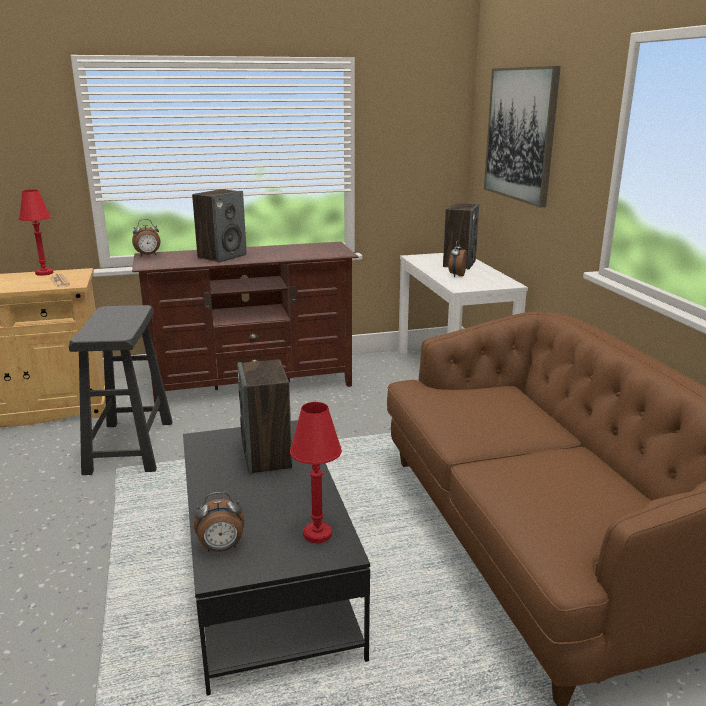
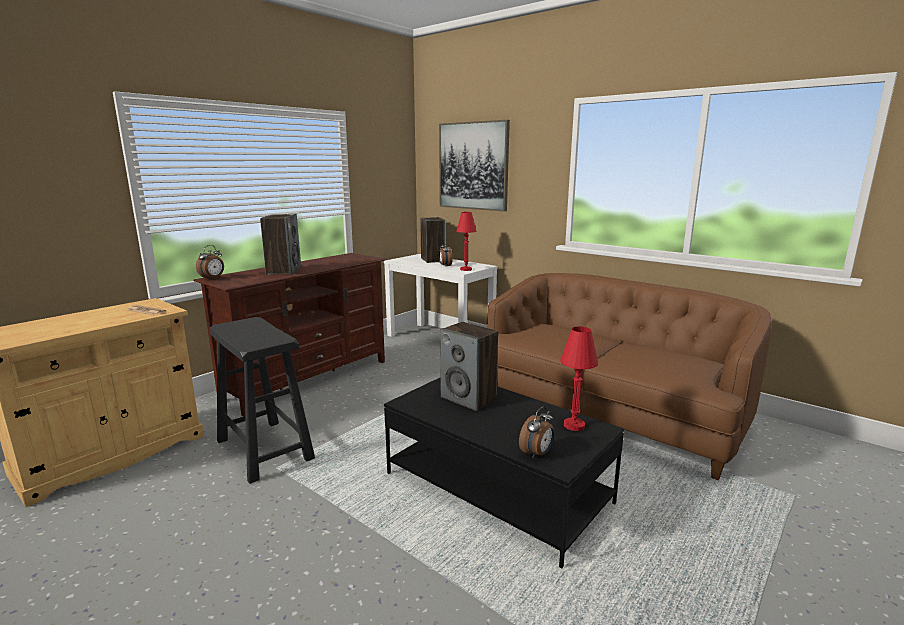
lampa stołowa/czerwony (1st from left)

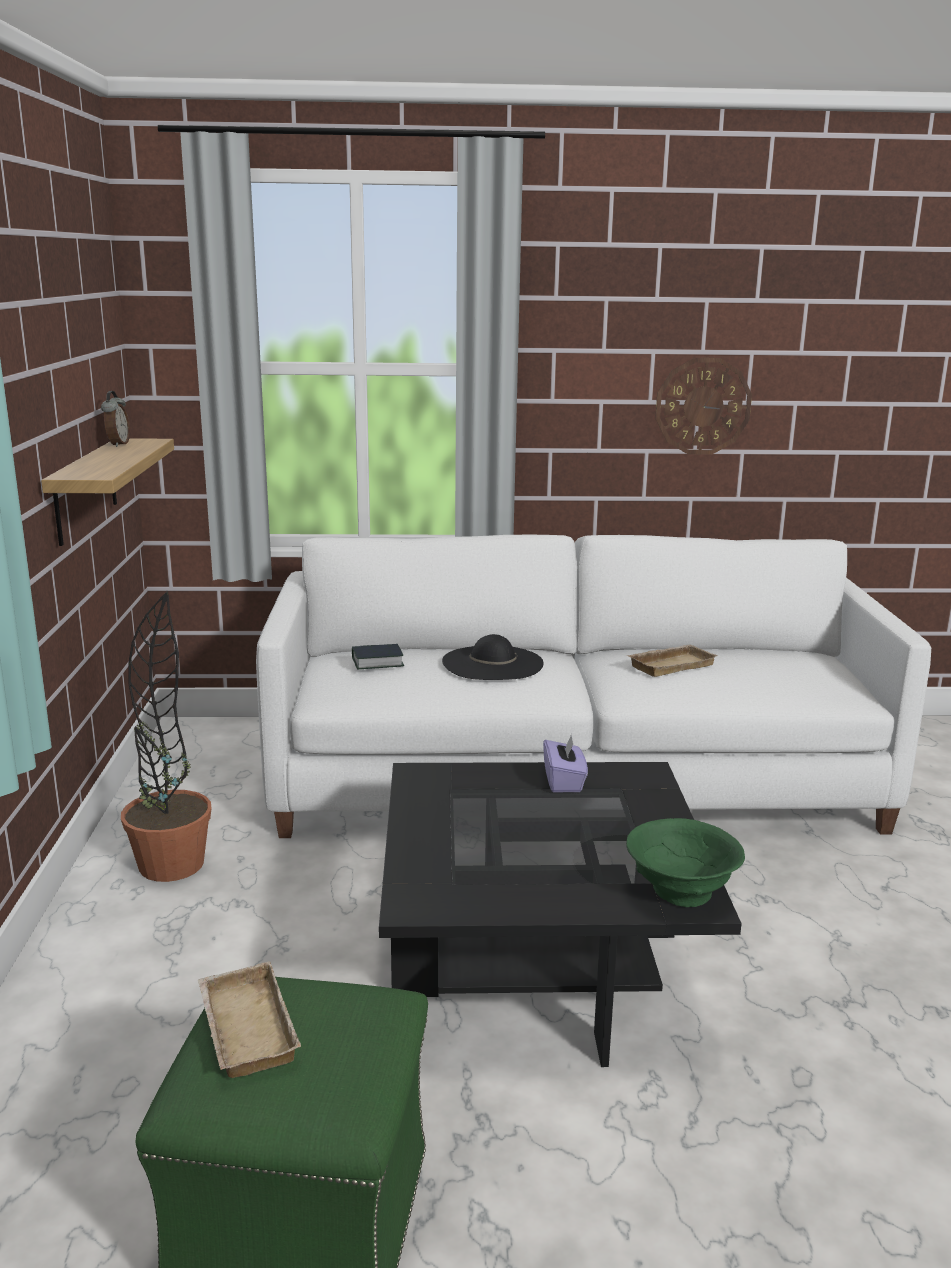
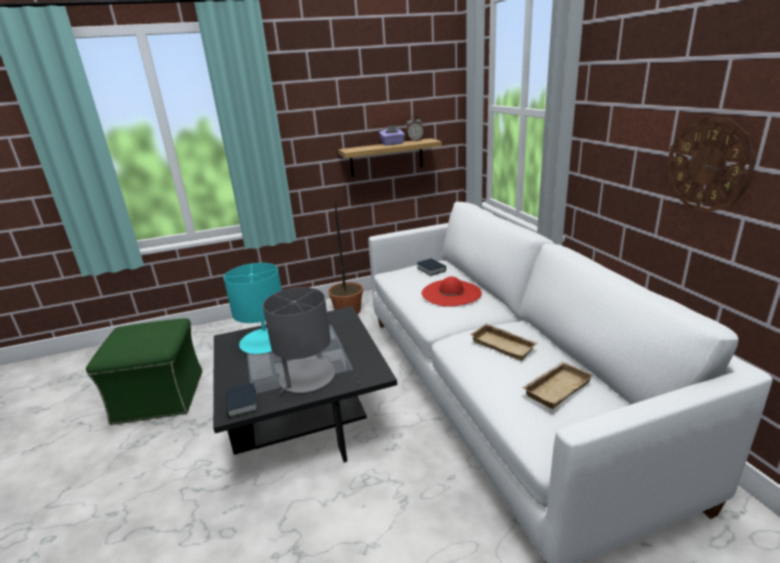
lampa stołowa/turkusowy; książka (1st from left); lampa stołowa/szary; pudełko chusteczek/fioletowy; kapelusz/czerwony; taca/beżowy (2nd from left)

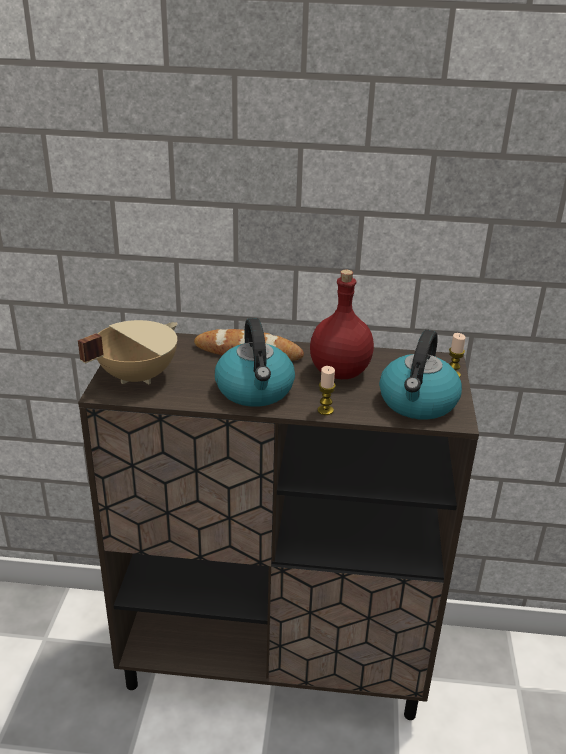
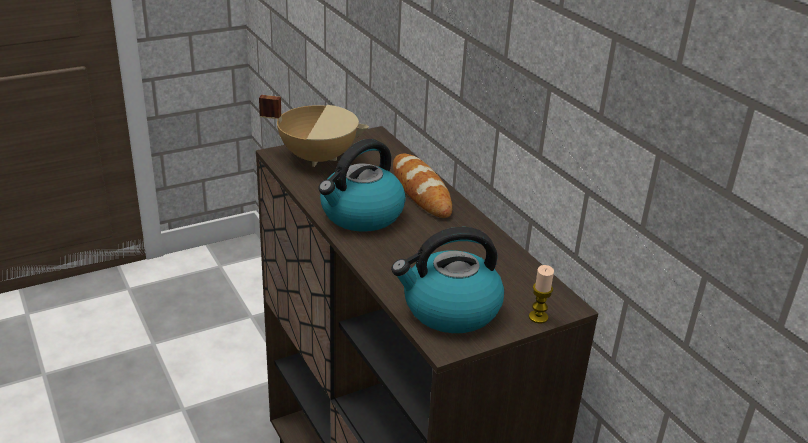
butelka/czerwony; świeca (1st from left in the first image)

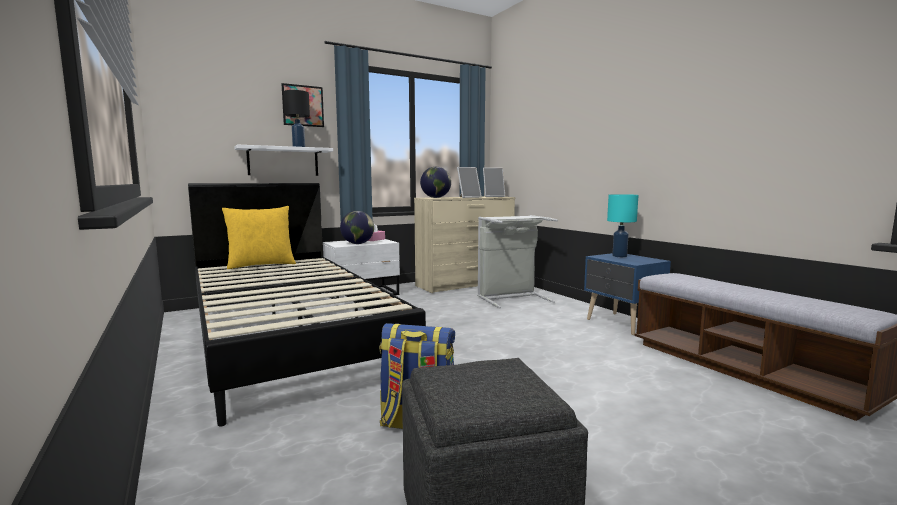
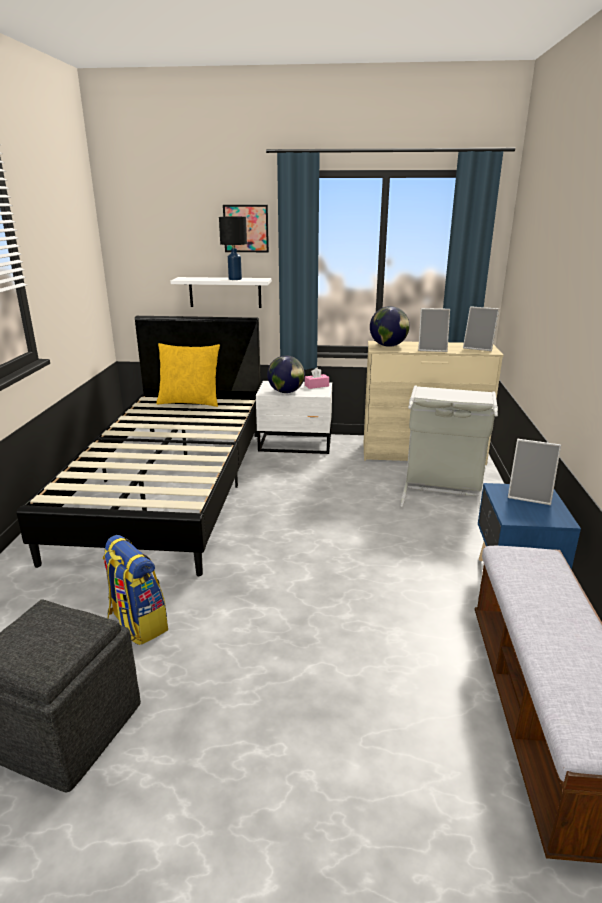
ramka na zdjęcie (3rd from left)

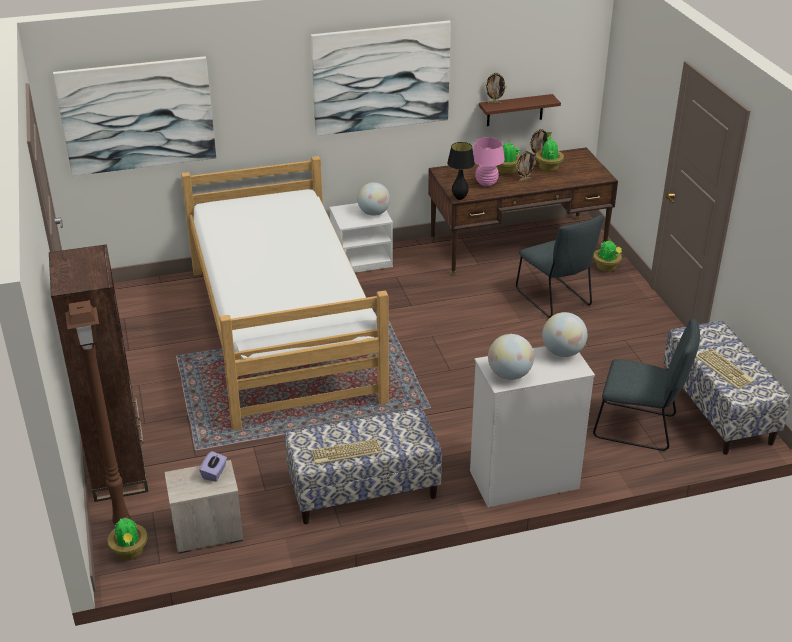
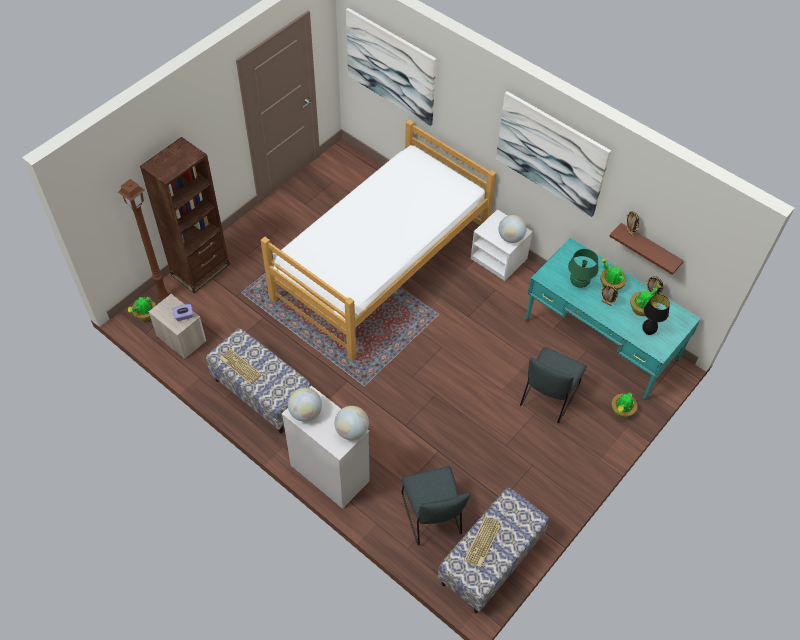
biurko/turkusowy; lampa stołowa/zielony; lampa stołowa/czarny

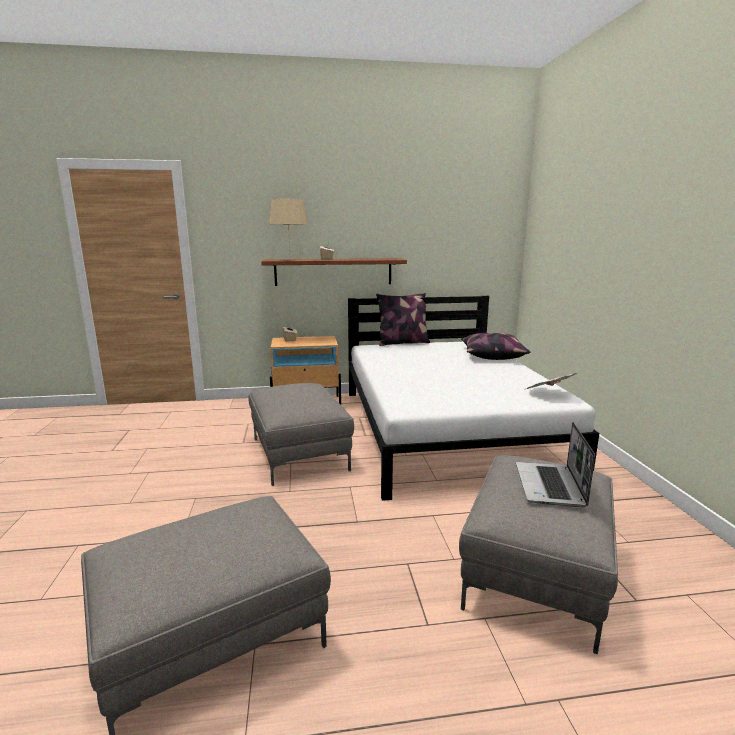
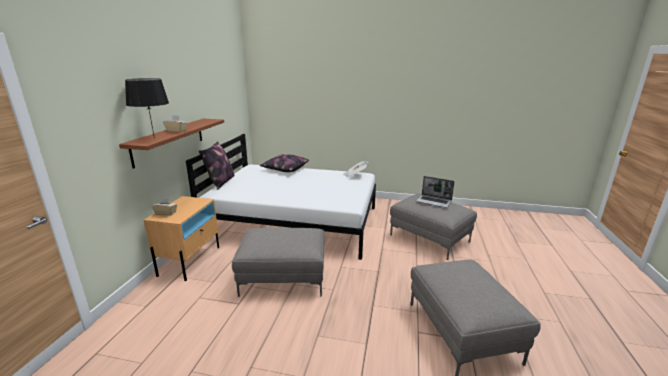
lampa stołowa/czarny

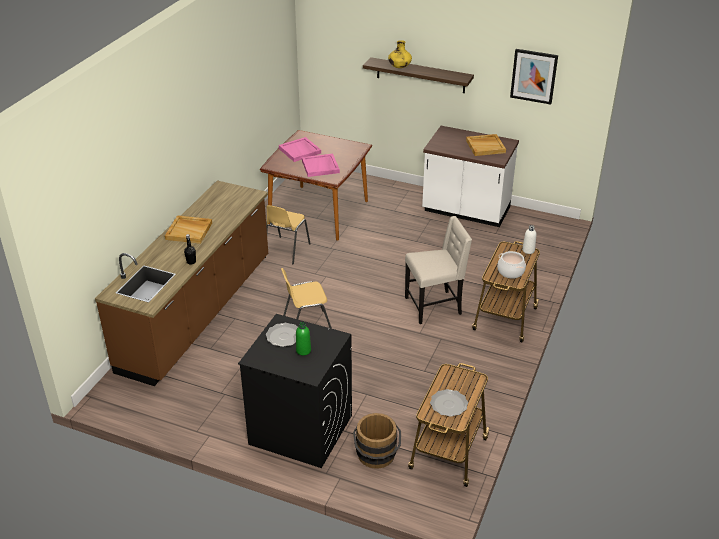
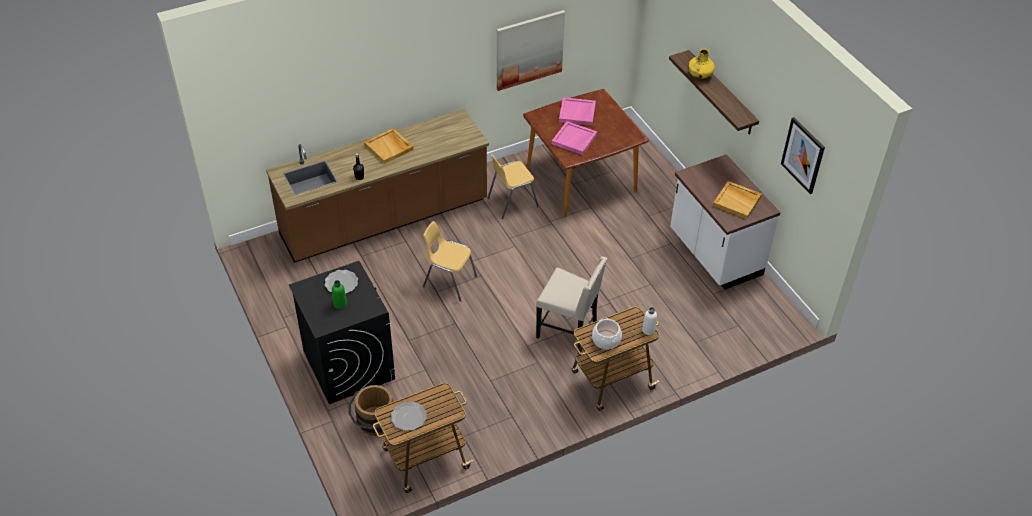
obraz (1st from left)

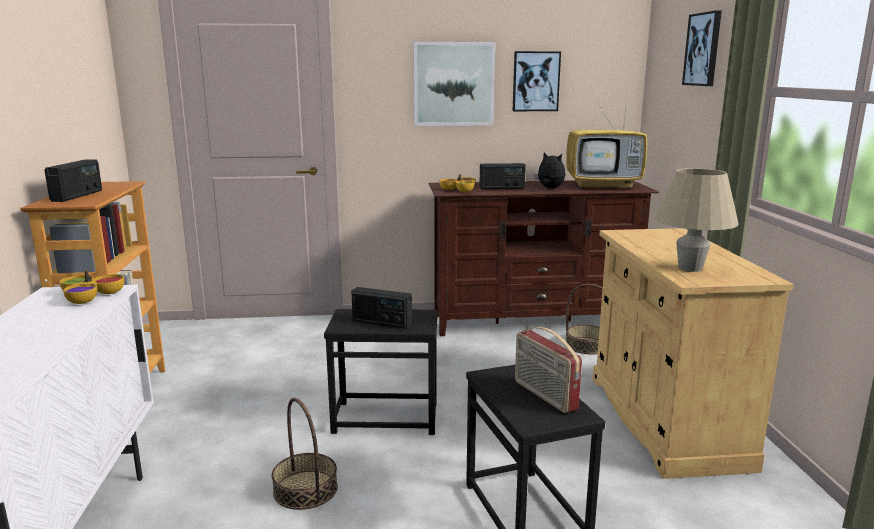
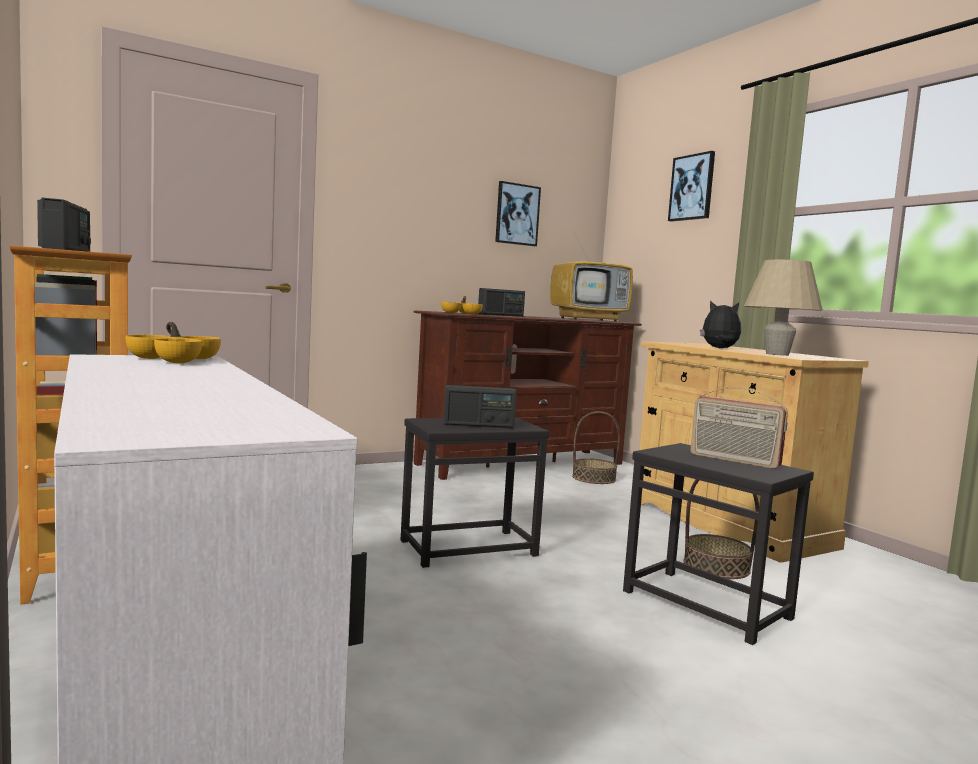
koszyk (2nd from left); pluszak; obraz (1st from left in the first image)

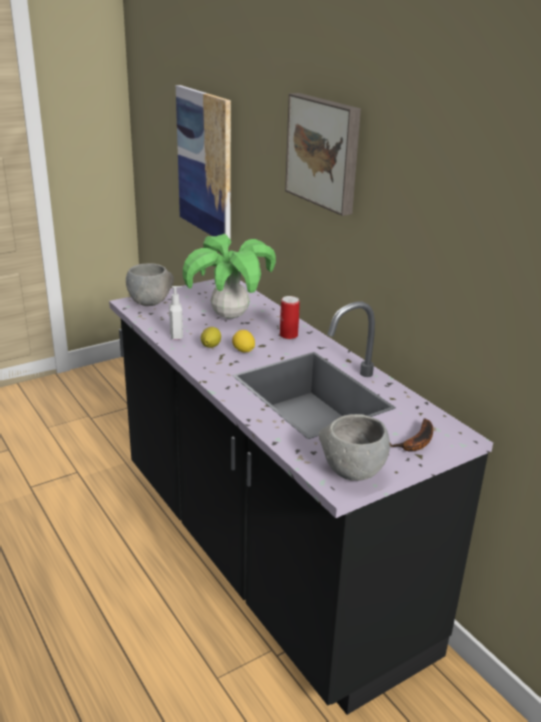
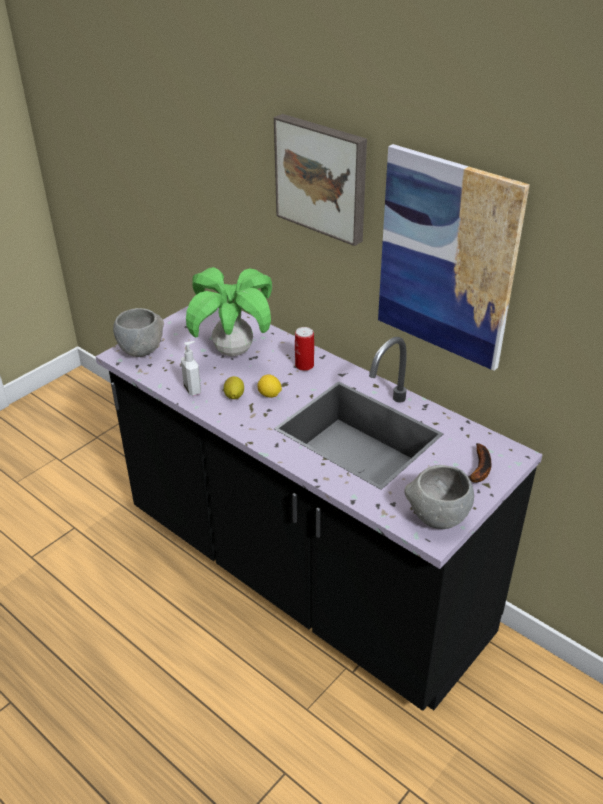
obraz (2nd from left)

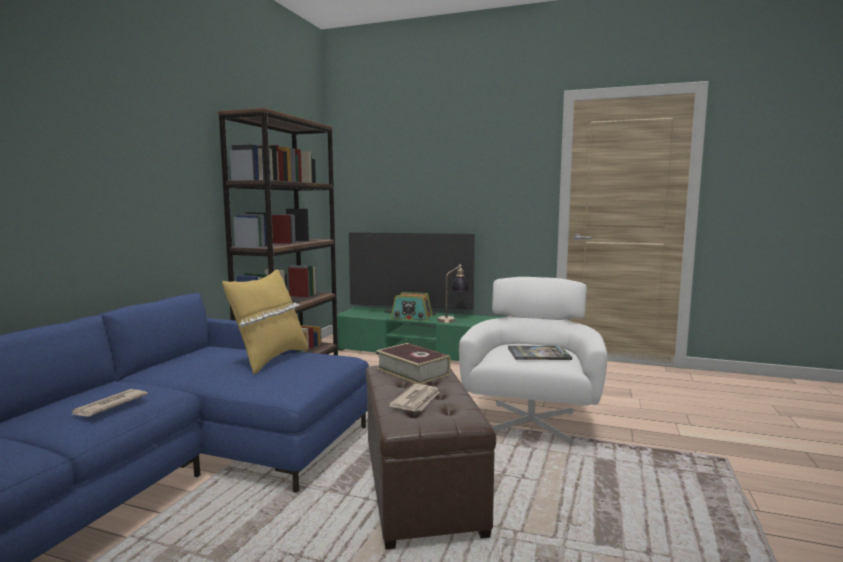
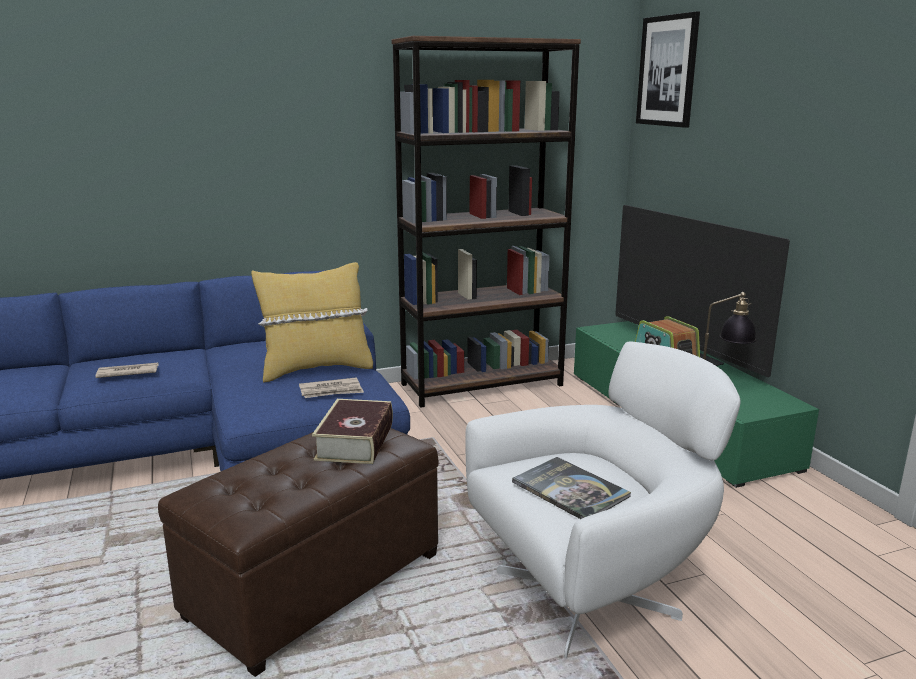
gazeta (2nd from left); obraz

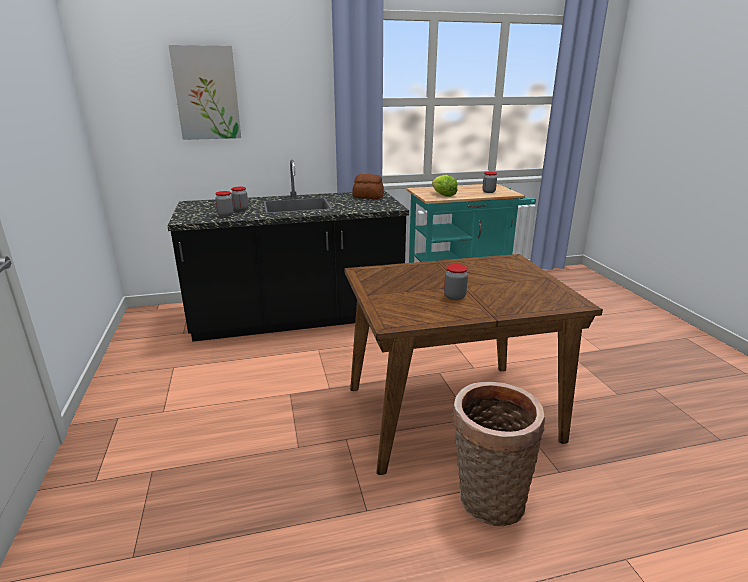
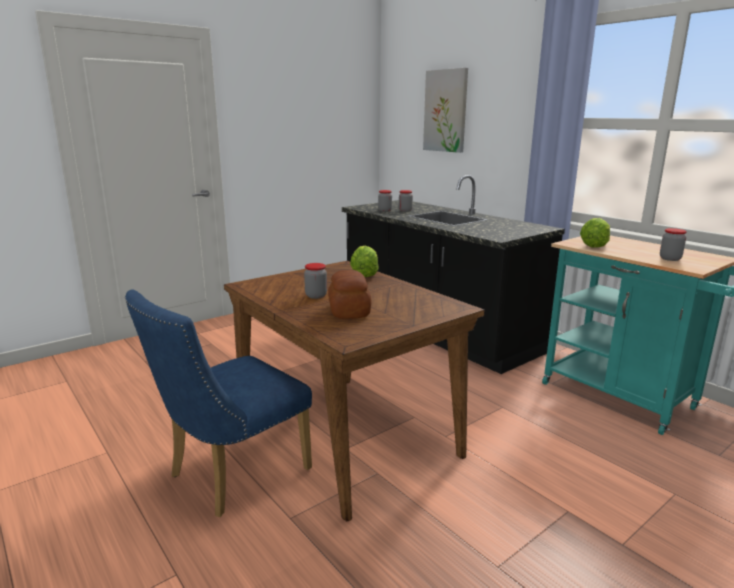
krzesło/niebieski; chleb; sałata (1st from left)

